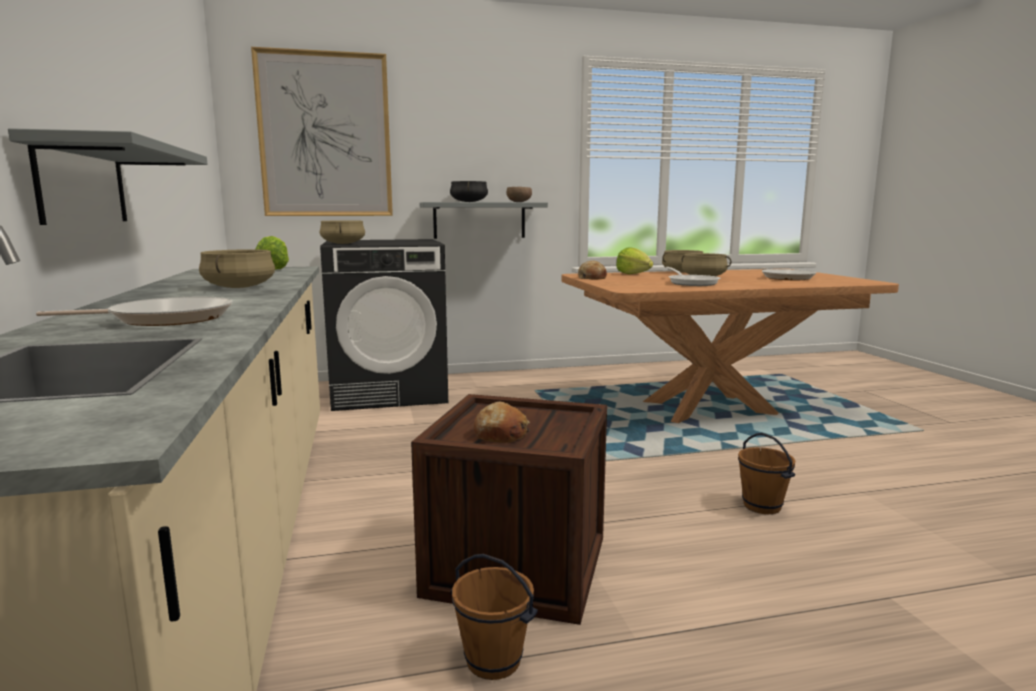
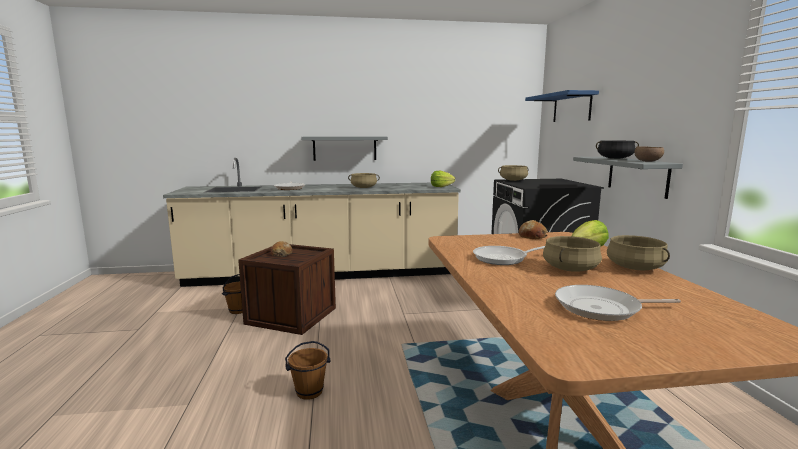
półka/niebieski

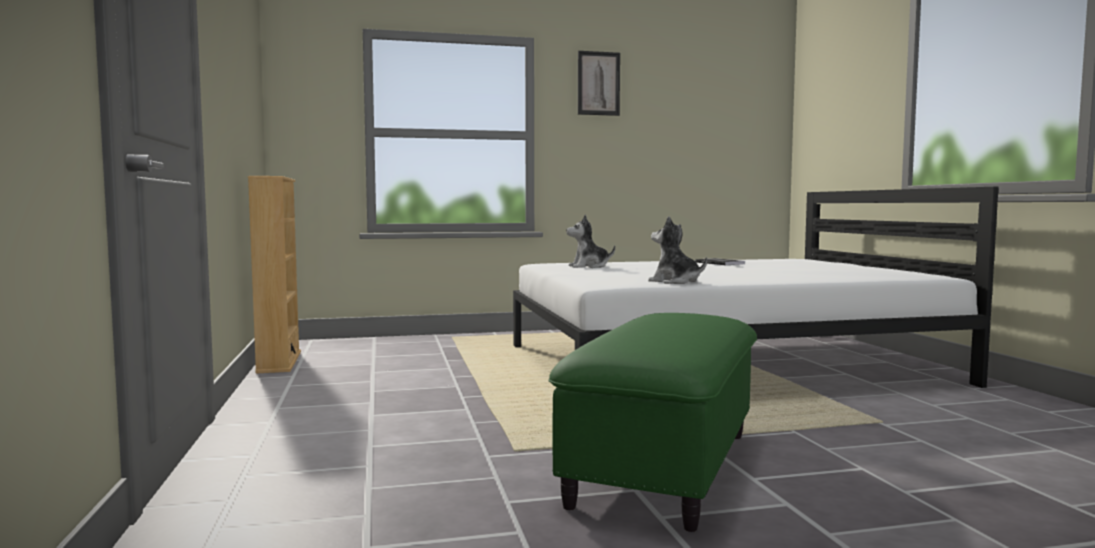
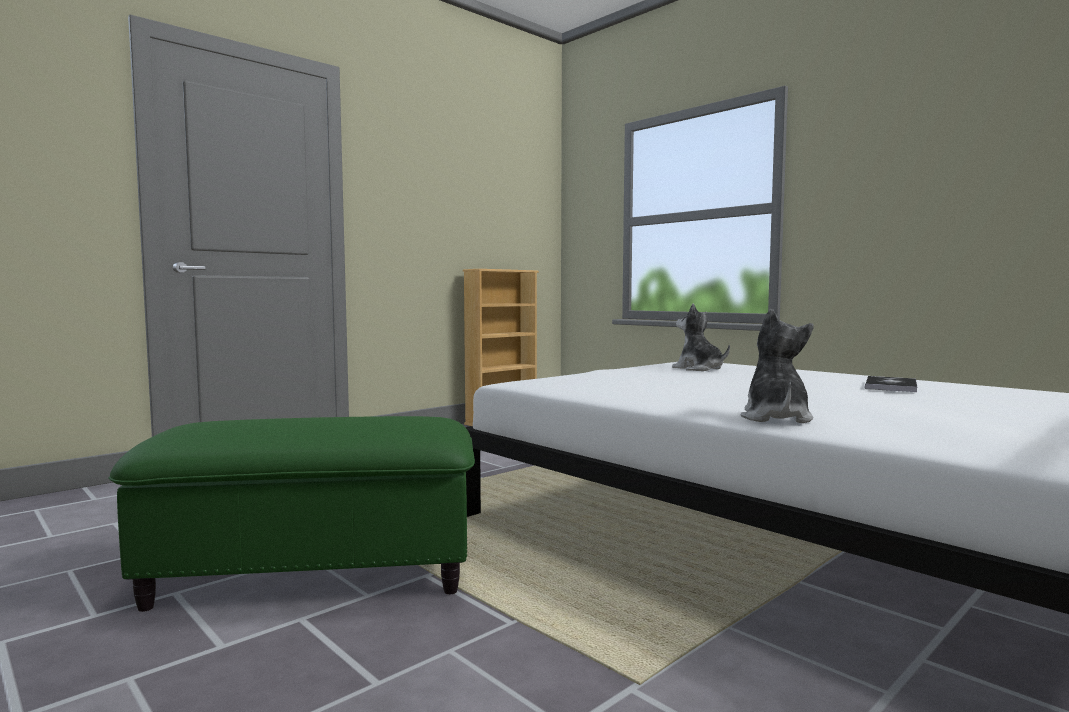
pluszak (2nd from left); obraz

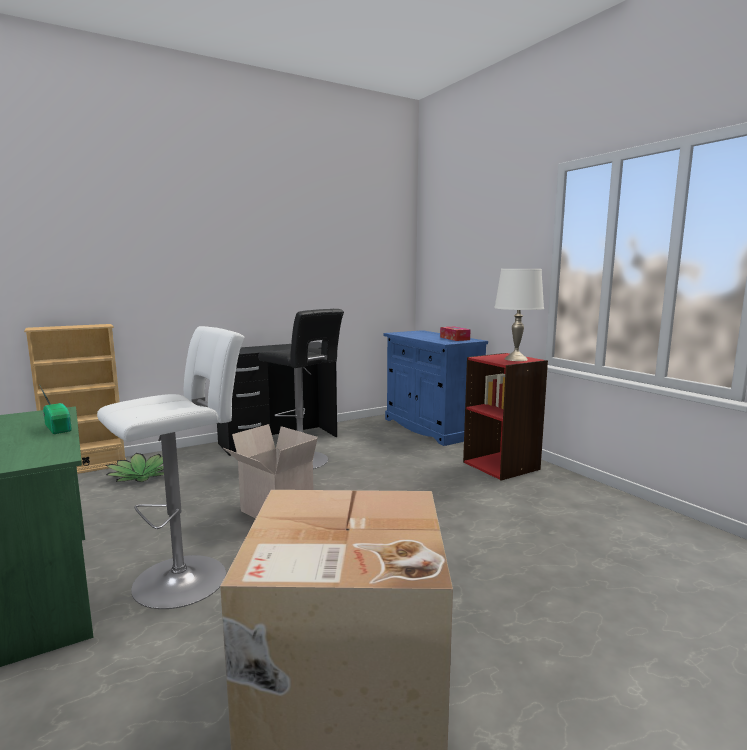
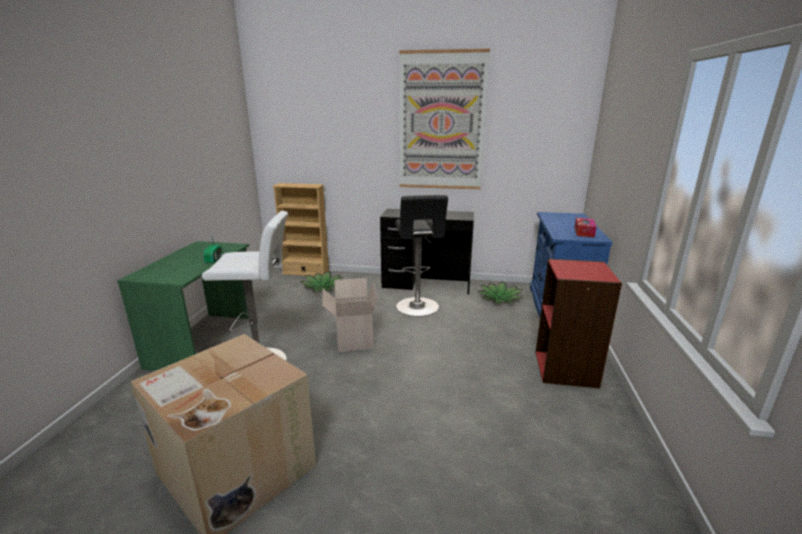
obraz; roślina doniczkowa (2nd from left); lampa stołowa/biały

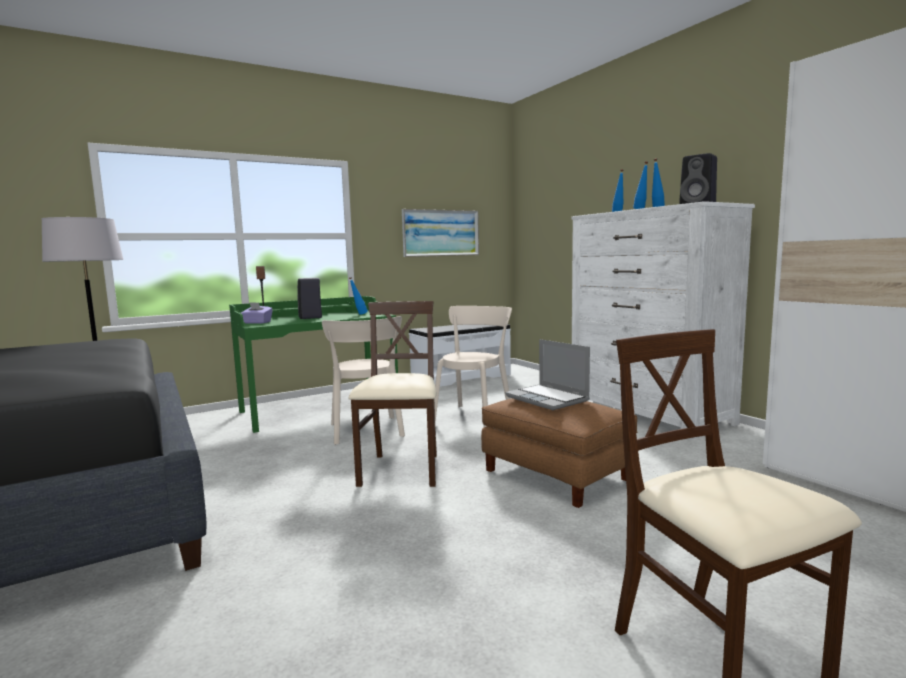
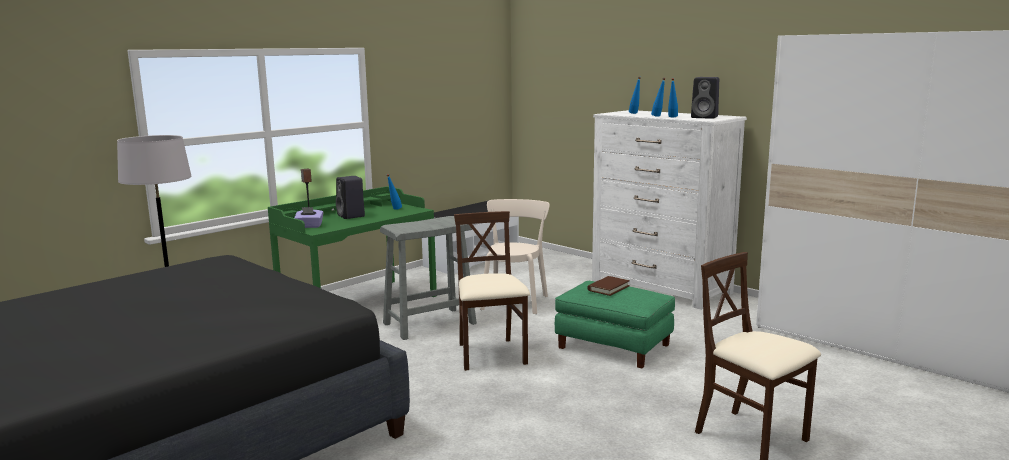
stołek/szary; pufa/zielony; książka/brązowy; obraz

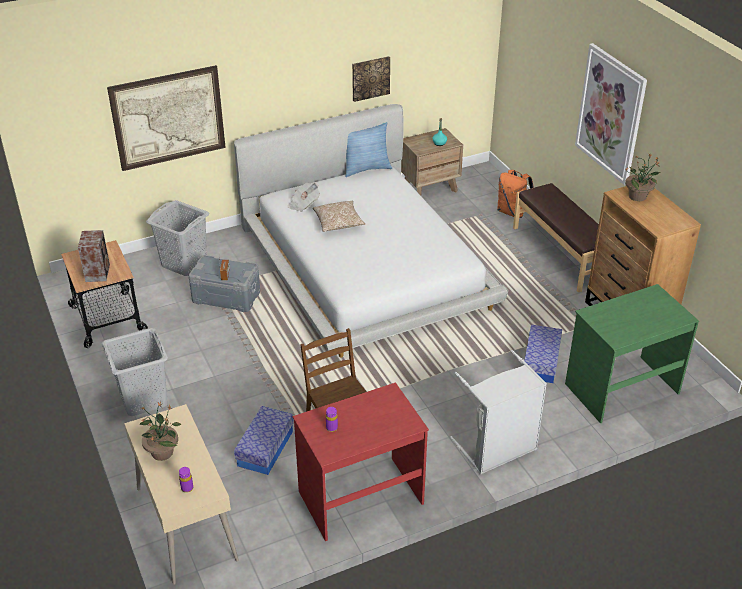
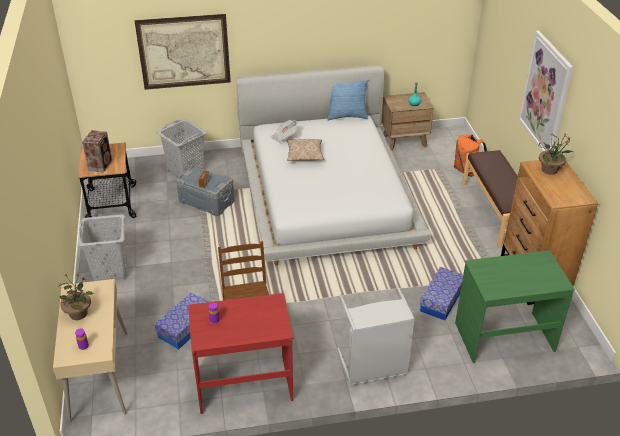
obraz (2nd from left in the first image)

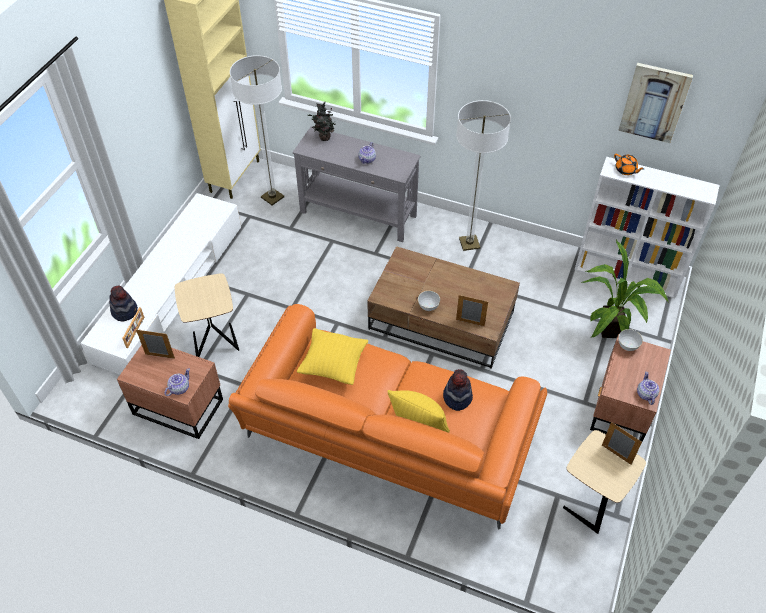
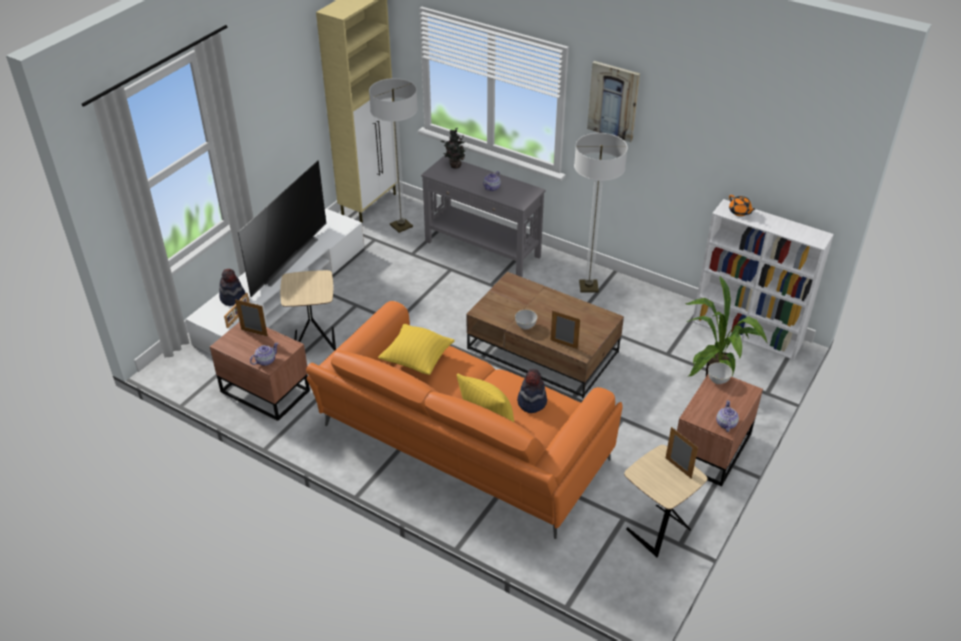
telewizor; obraz

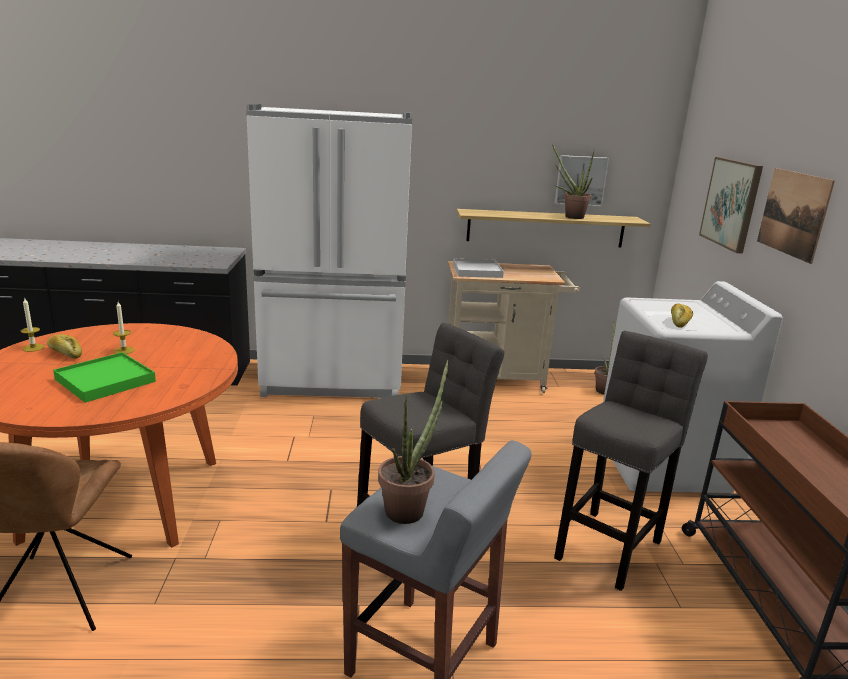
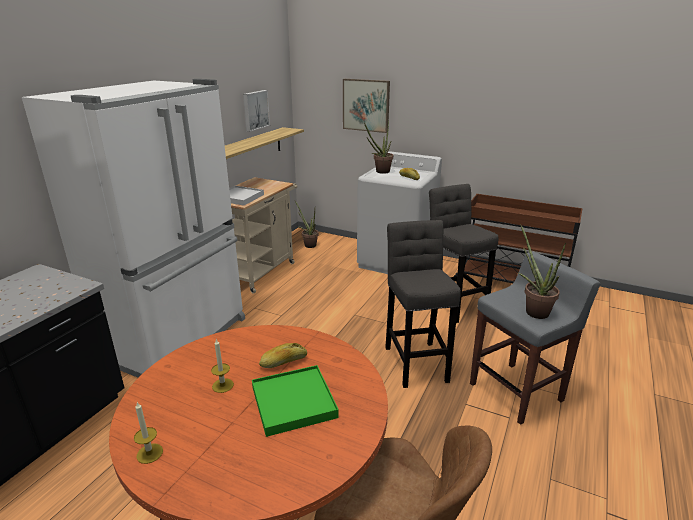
chleb (1st from left); roślina doniczkowa (2nd from left); obraz (3rd from left in the first image)

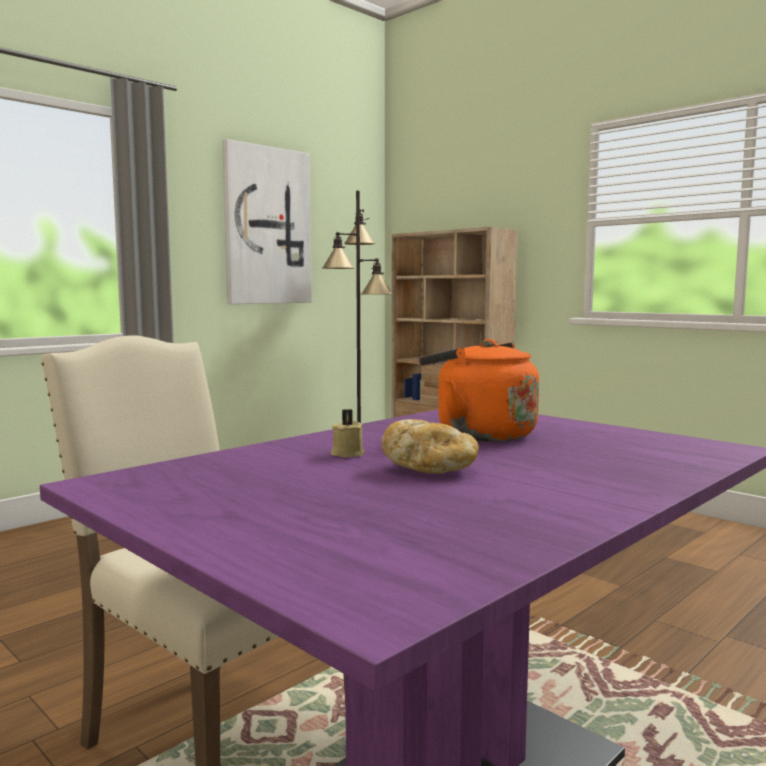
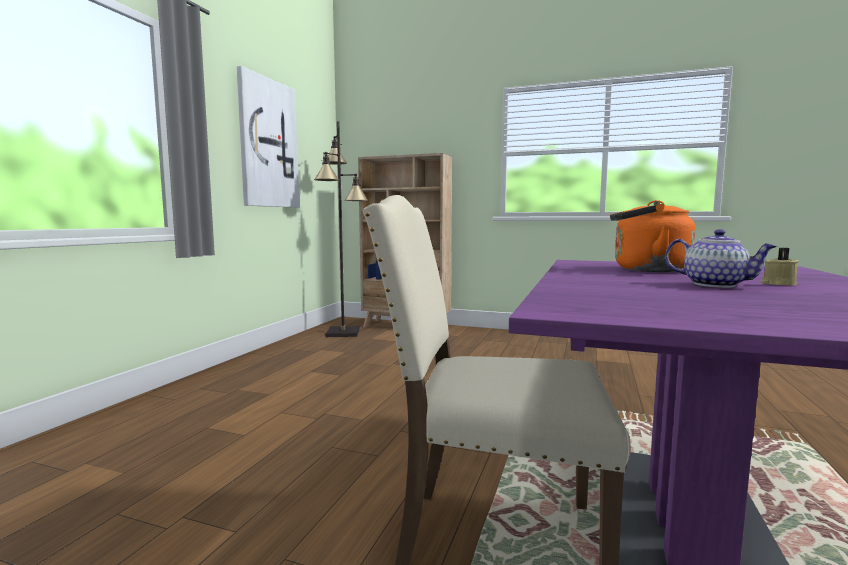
imbryk; świeca/beżowy

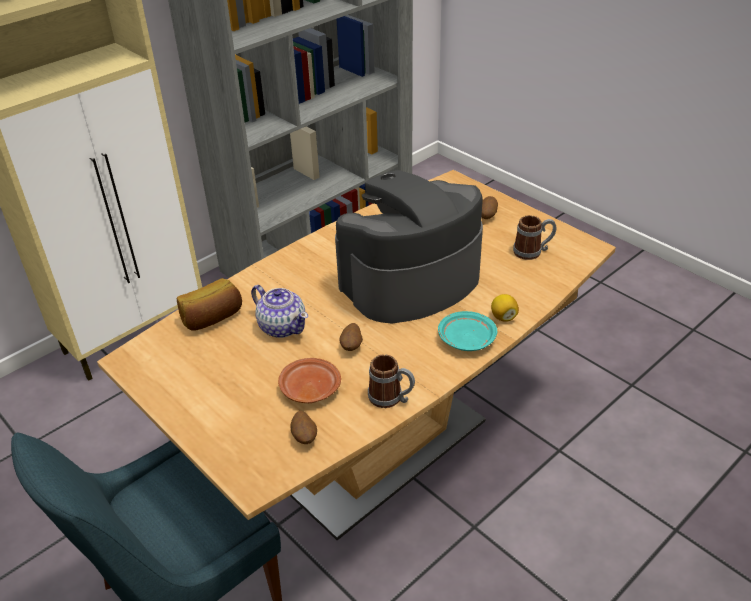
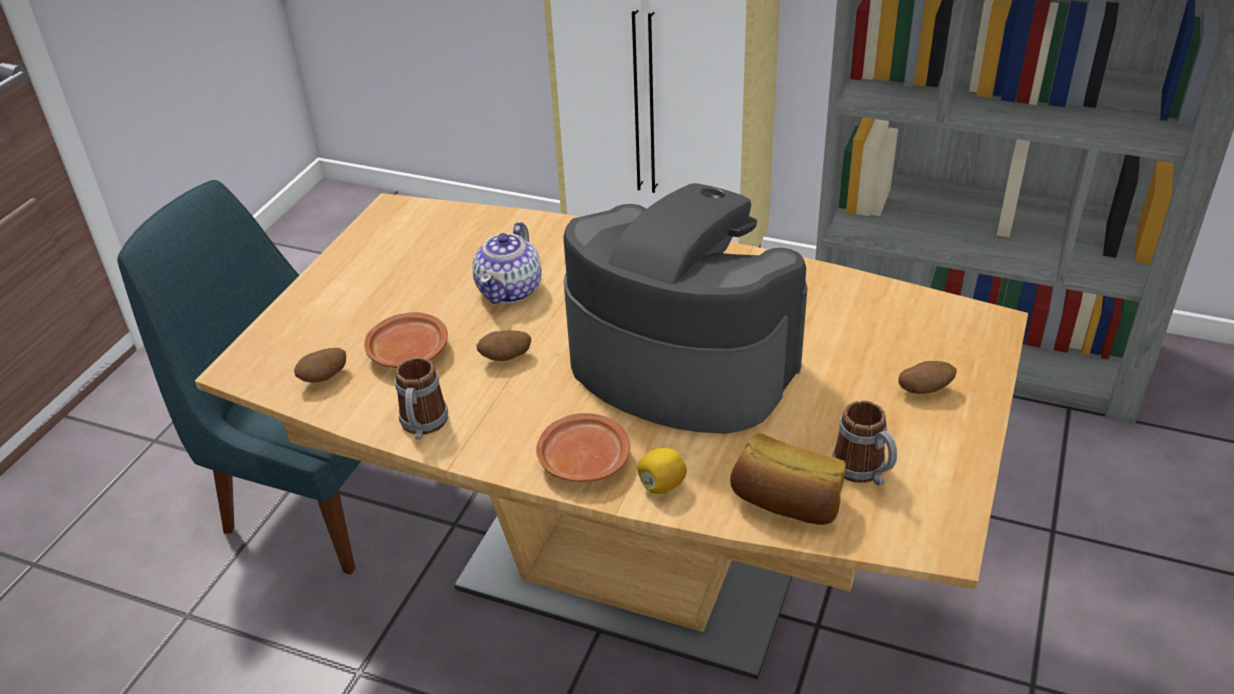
talerz/brązowy (2nd from left); chleb

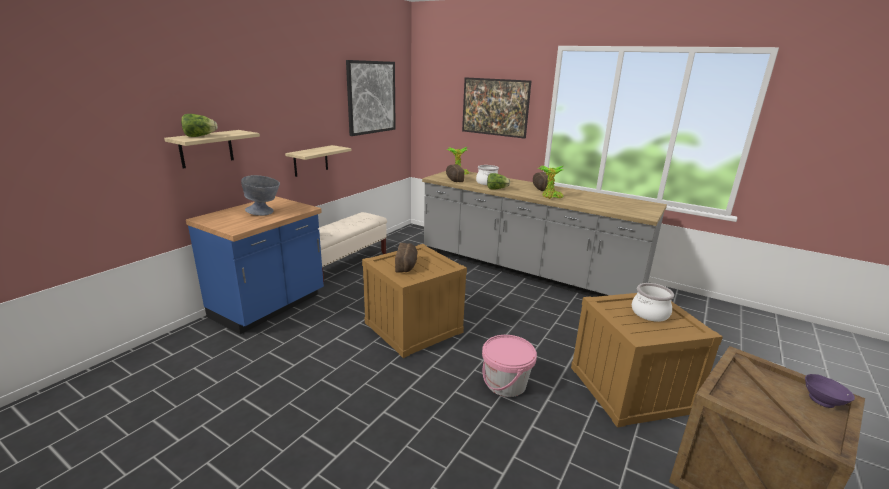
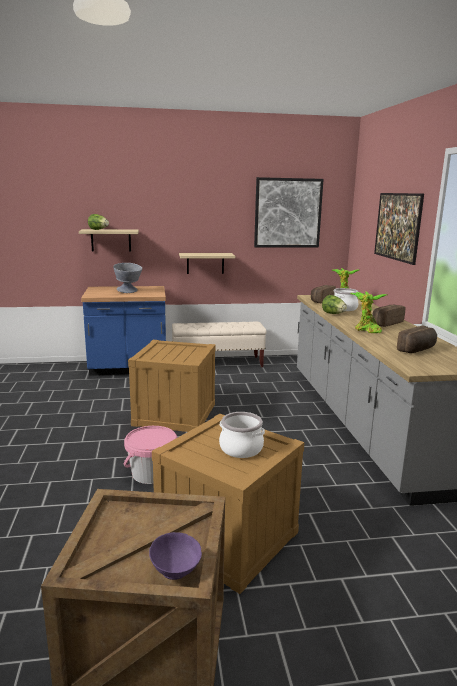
chleb (3rd from left)

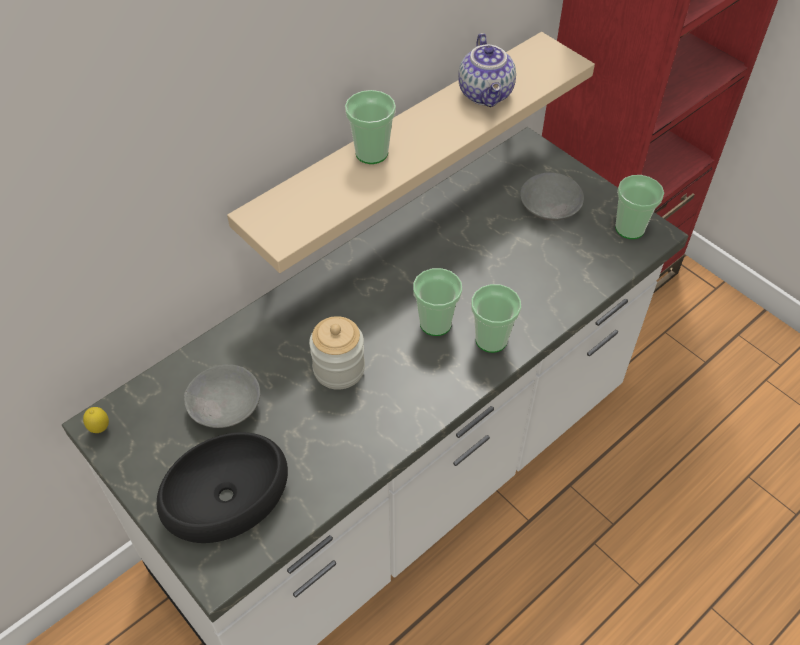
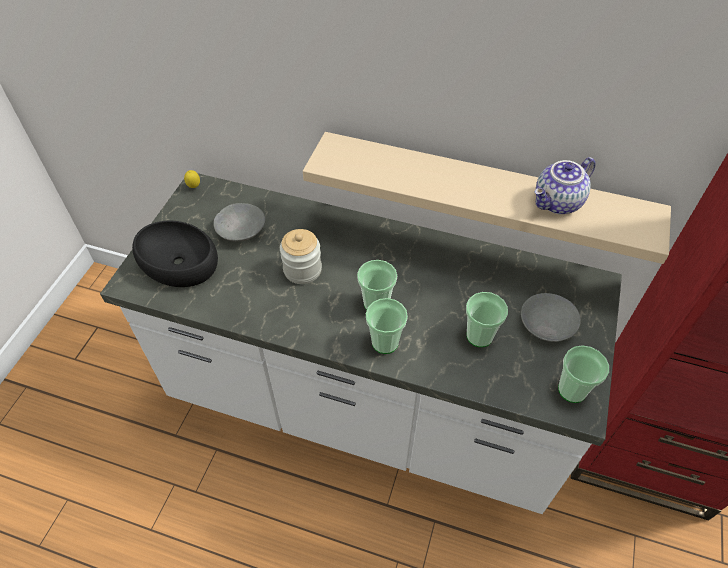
filiżanka (3rd from left)

